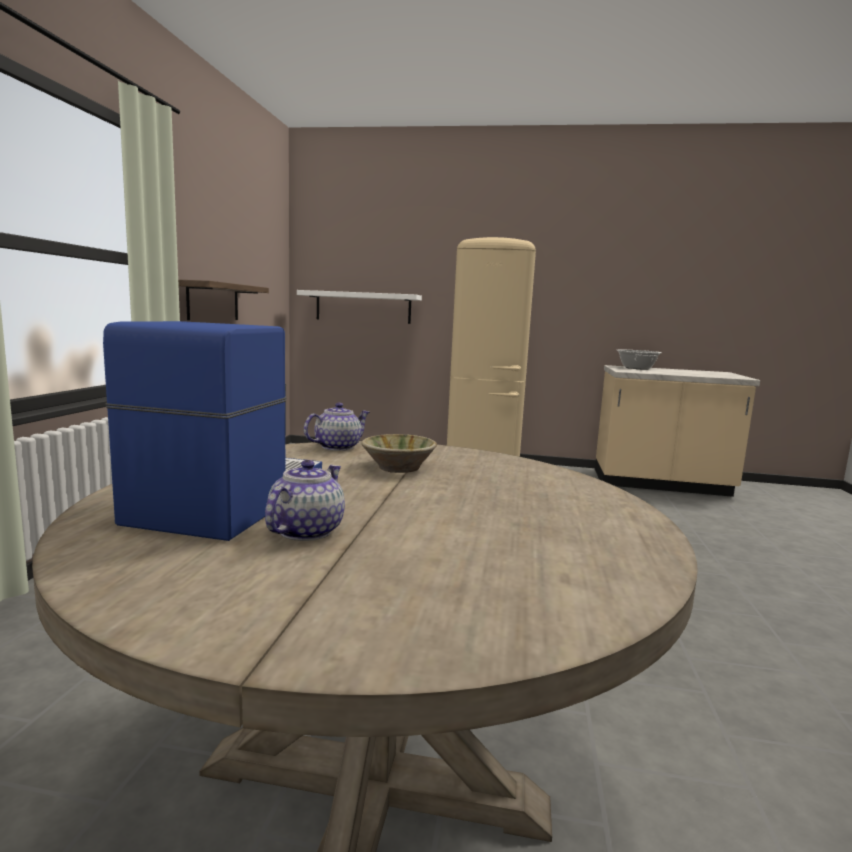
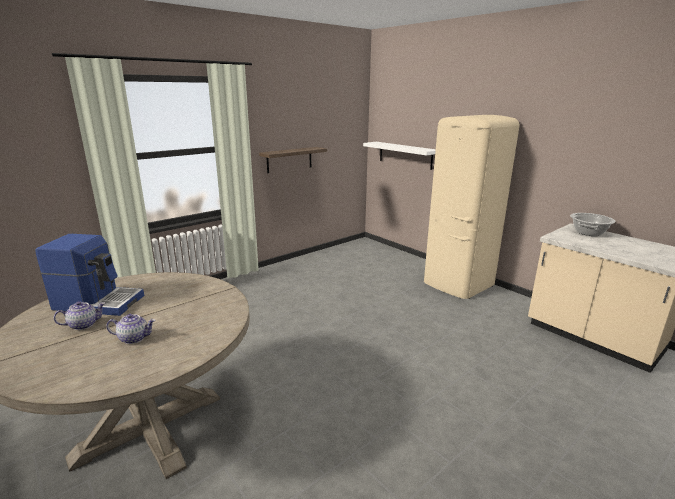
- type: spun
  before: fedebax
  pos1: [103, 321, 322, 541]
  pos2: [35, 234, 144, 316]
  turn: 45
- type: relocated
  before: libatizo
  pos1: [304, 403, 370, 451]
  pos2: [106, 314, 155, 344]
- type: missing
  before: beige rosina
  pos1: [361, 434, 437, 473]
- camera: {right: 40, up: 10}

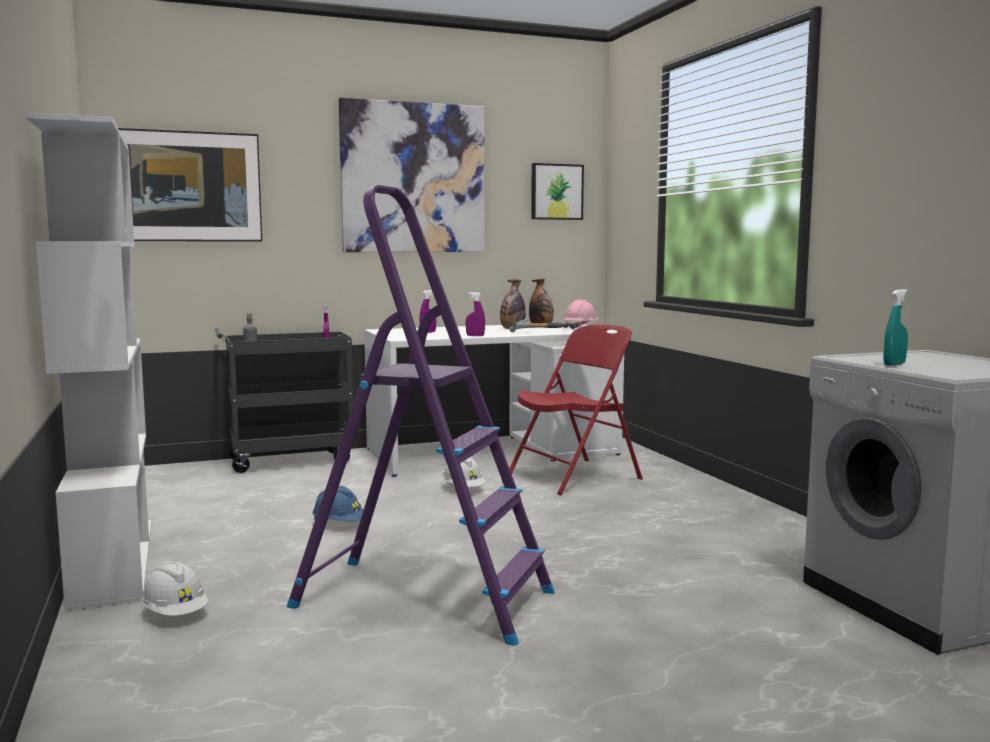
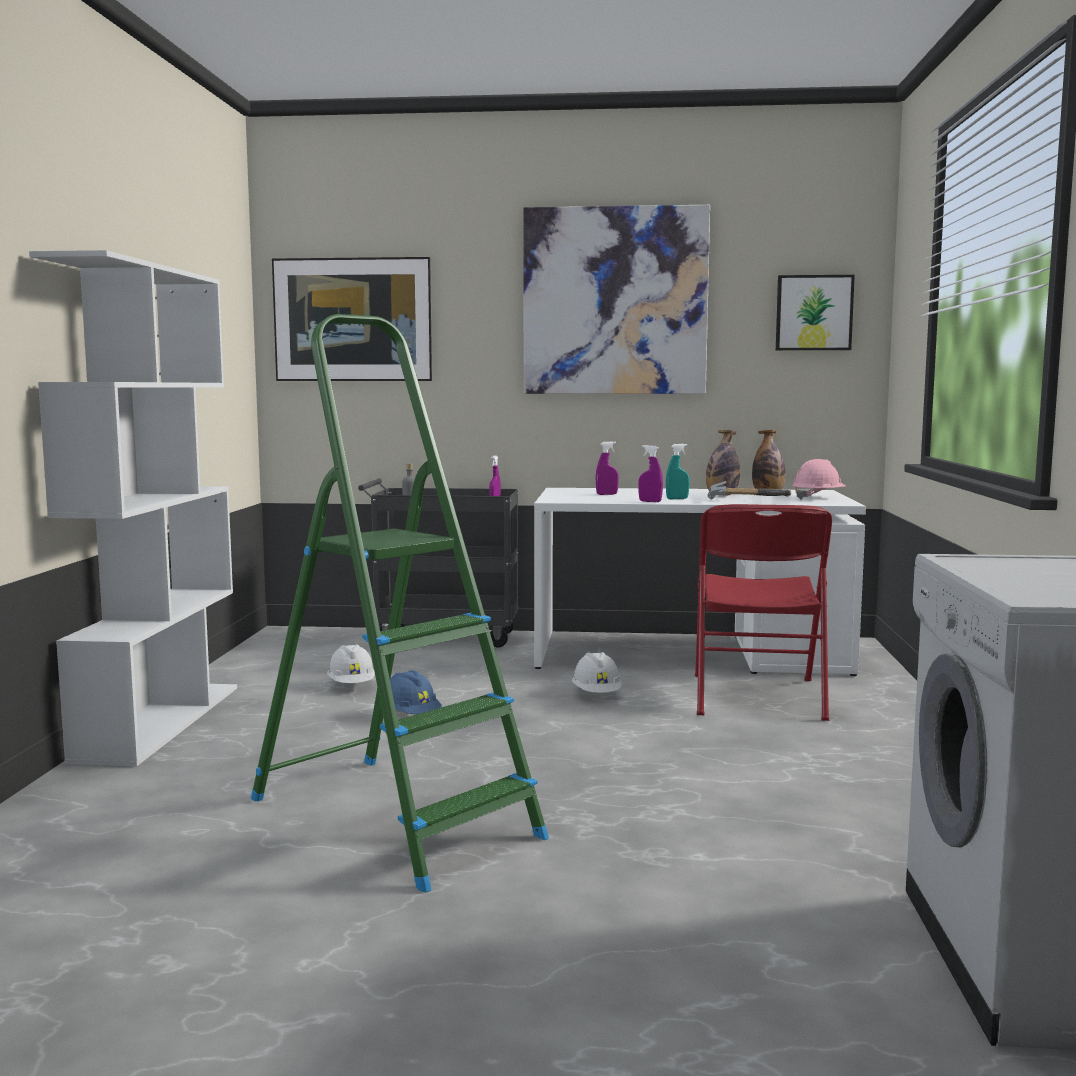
- type: colour
  before: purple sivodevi
  after: green sivodevi
  pos1: [287, 185, 555, 645]
  pos2: [251, 314, 549, 892]
- type: relocated
  before: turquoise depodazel
  pos1: [883, 289, 908, 366]
  pos2: [666, 444, 690, 499]
- type: spun
  before: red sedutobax
  pos1: [509, 325, 643, 495]
  pos2: [695, 504, 832, 721]
  turn: 105
- type: relocated
  before: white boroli
  pos1: [141, 562, 208, 616]
  pos2: [327, 644, 375, 683]
- camera: {right: 25, up: 0}

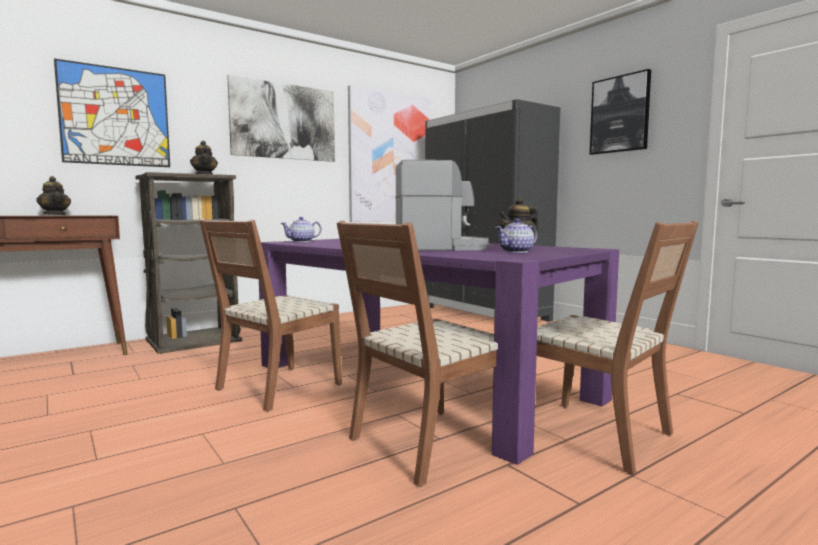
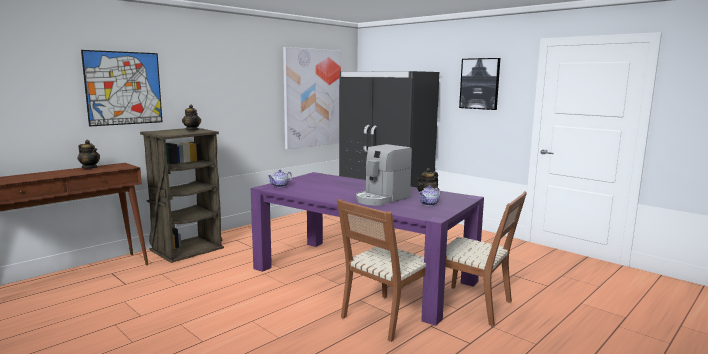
- type: missing
  before: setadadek
  pos1: [227, 75, 335, 162]
- type: spun
  before: fedebax
  pos1: [396, 159, 489, 251]
  pos2: [356, 144, 412, 205]
  turn: 150
- type: missing
  before: sedutobax
  pos1: [200, 219, 342, 411]
- camera: {right: -10, up: 5}

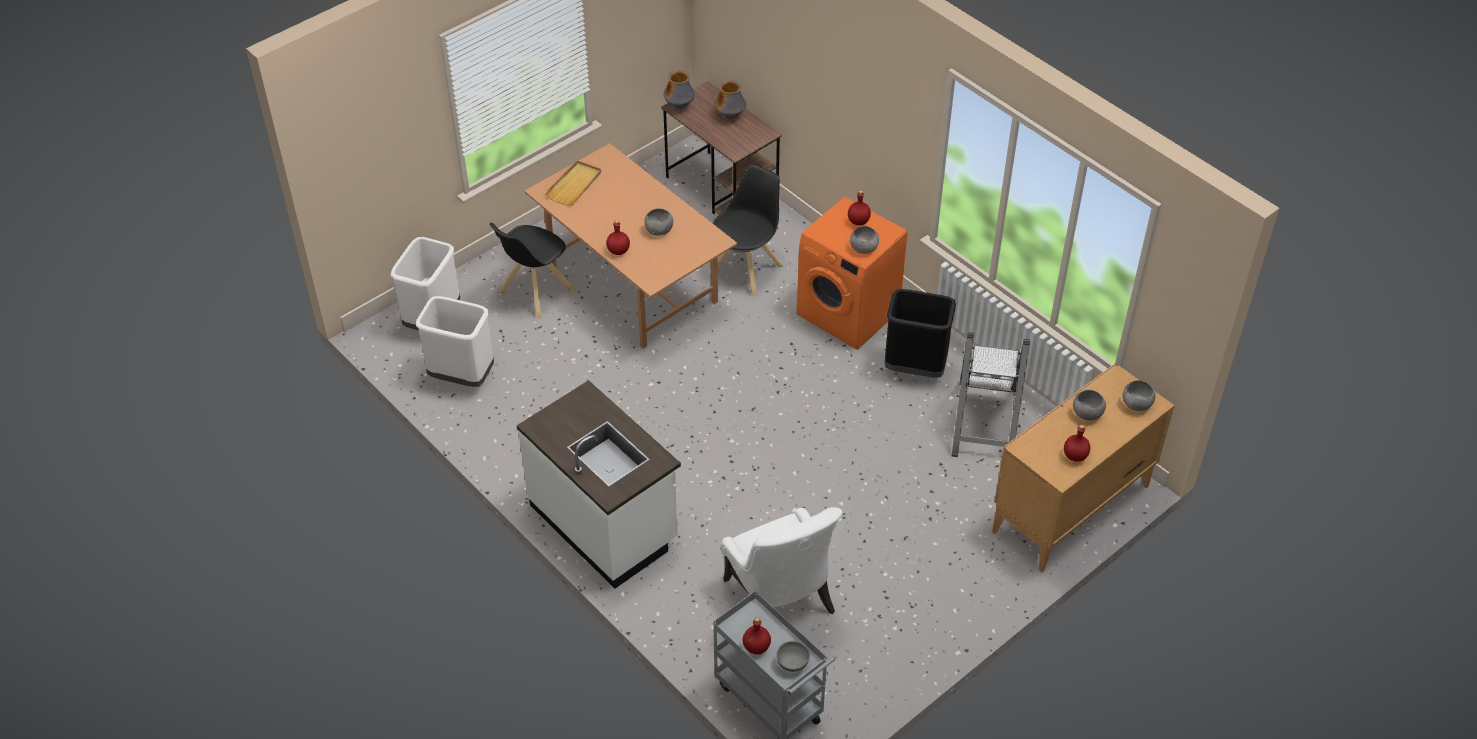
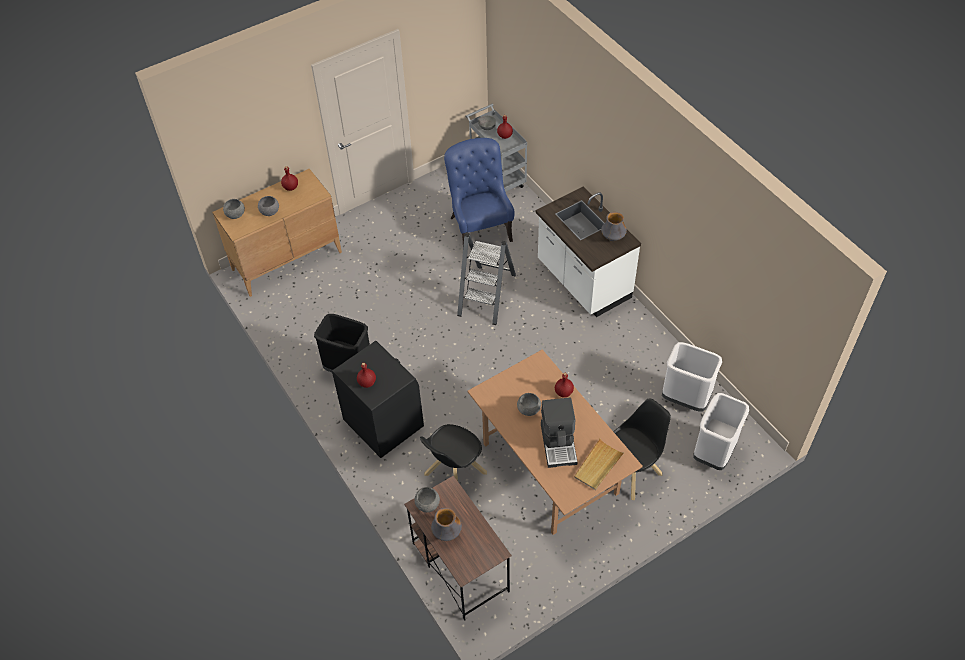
- type: relocated
  before: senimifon
  pos1: [664, 70, 695, 109]
  pos2: [601, 212, 627, 242]
- type: colour
  before: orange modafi
  after: black modafi
  pos1: [797, 197, 908, 350]
  pos2: [332, 341, 424, 458]
- type: relocated
  before: grey rosina
  pos1: [850, 226, 879, 254]
  pos2: [414, 487, 440, 512]
- type: relocated
  before: grey sivodevi
  pos1: [952, 332, 1030, 457]
  pos2: [457, 233, 516, 325]
- type: colour
  before: white sedutobax
  after: blue sedutobax
  pos1: [721, 507, 843, 614]
  pos2: [444, 138, 515, 245]
- type: appeared
  after: fedebax
  pos2: [541, 398, 578, 468]
- camera: {right: -170, up: 5}

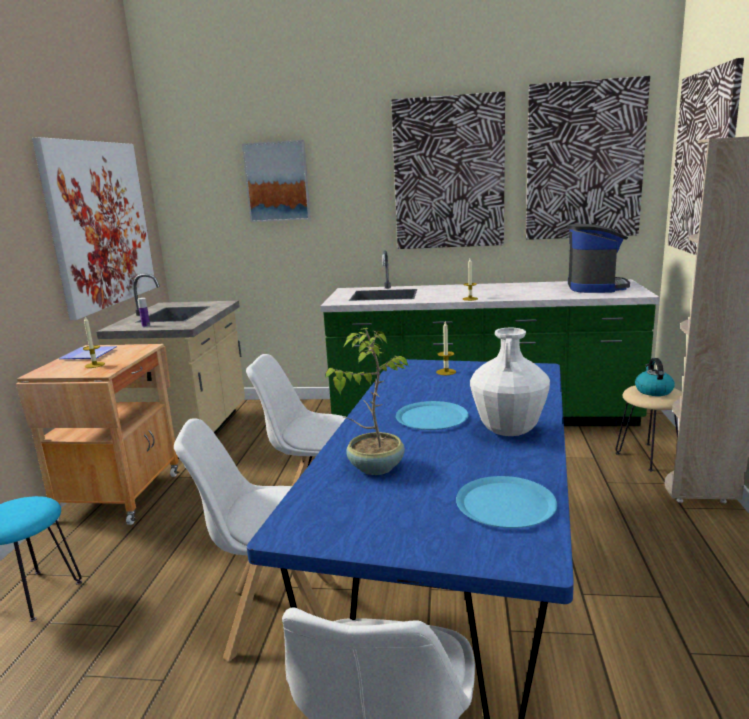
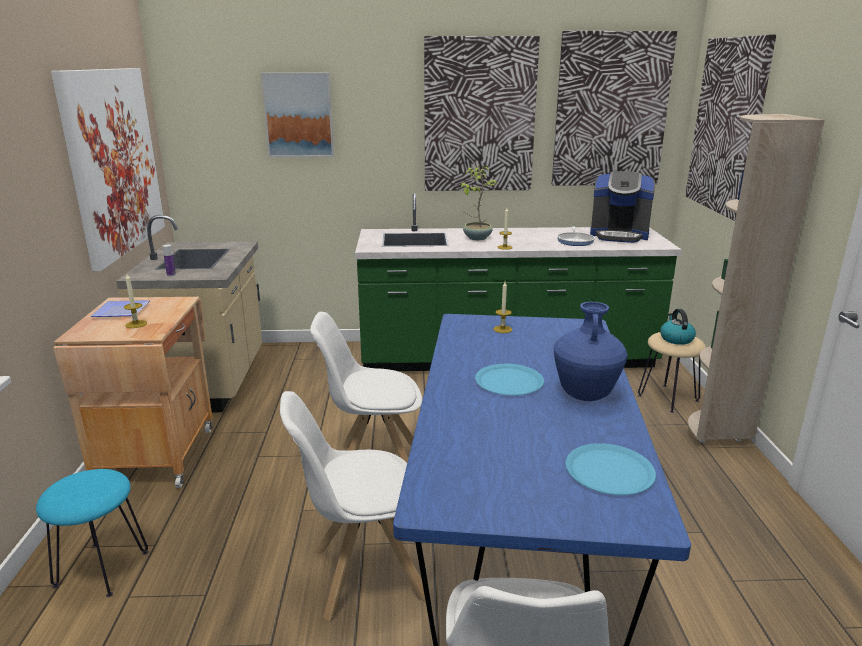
- type: spun
  before: fedebax
  pos1: [567, 224, 630, 293]
  pos2: [590, 171, 655, 243]
  turn: 105
- type: relocated
  before: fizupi
  pos1: [325, 328, 409, 475]
  pos2: [461, 165, 498, 240]
- type: colour
  before: white senimifon
  after: blue senimifon
  pos1: [470, 328, 550, 436]
  pos2: [554, 302, 628, 401]
- type: appeared
  after: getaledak
  pos2: [557, 227, 595, 246]
- camera: {right: -10, up: 5}

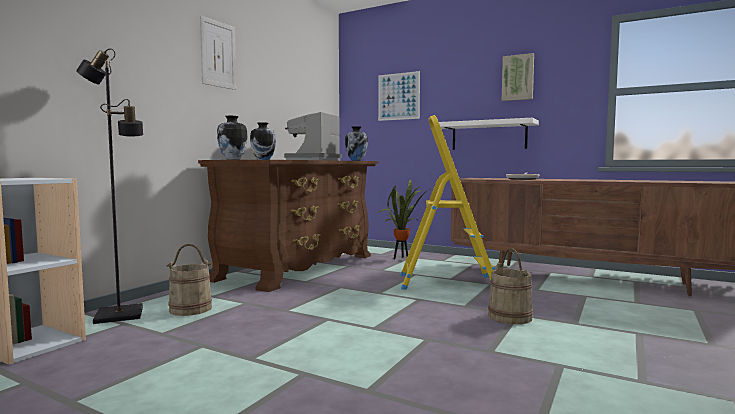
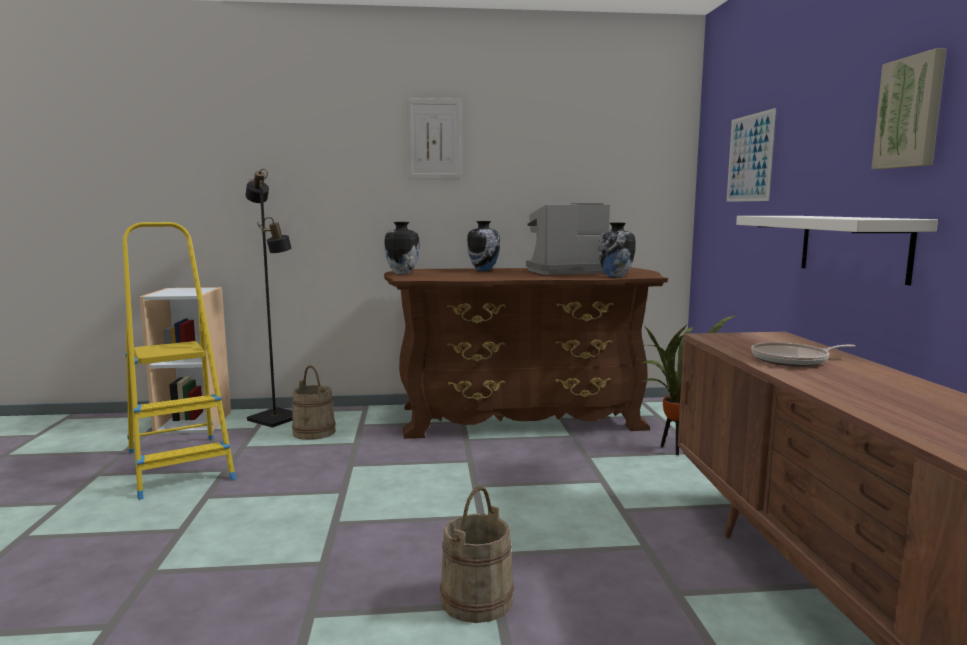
- type: relocated
  before: yellow sivodevi
  pos1: [400, 115, 495, 290]
  pos2: [123, 222, 236, 500]
- camera: {right: 55, up: 5}

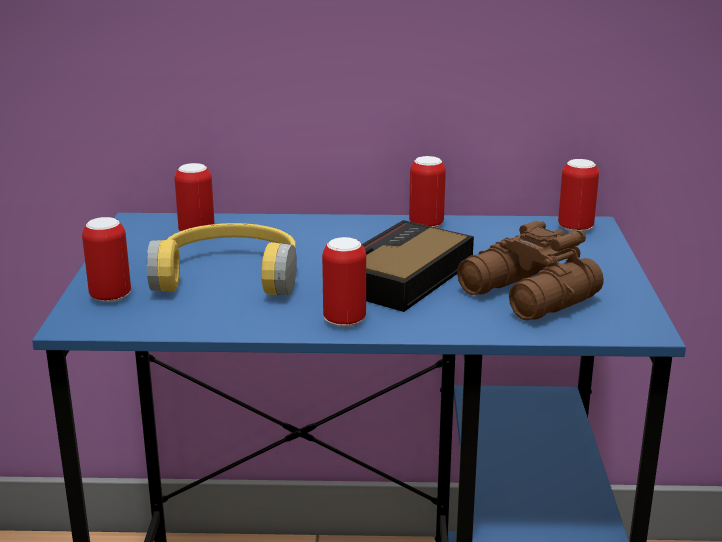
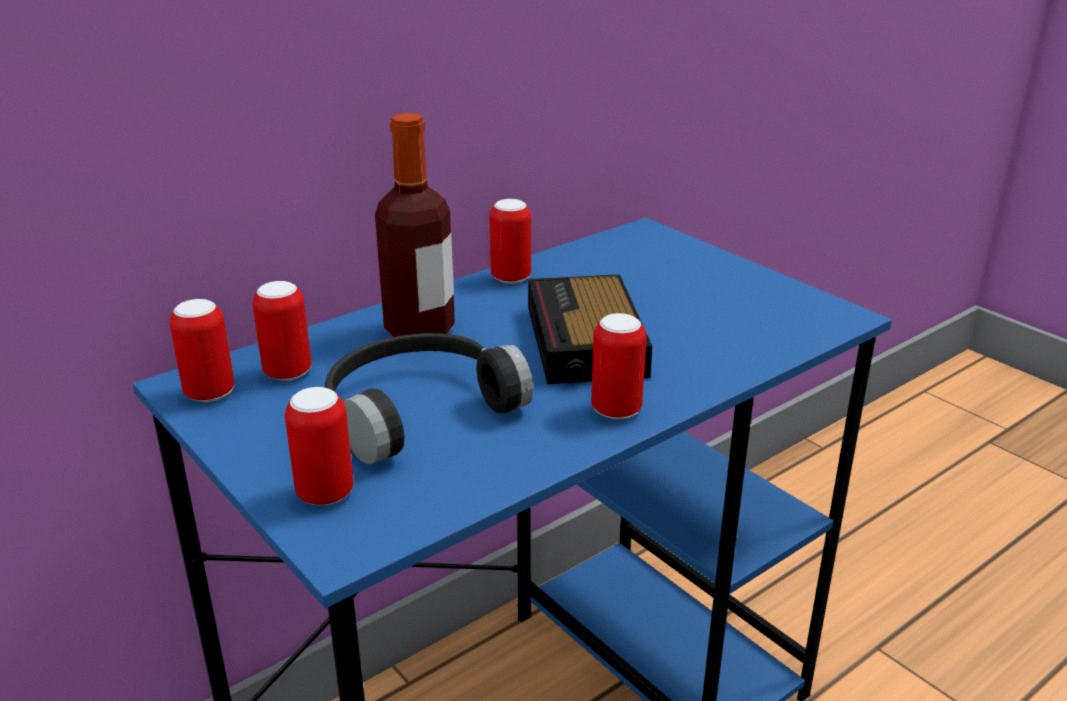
- type: relocated
  before: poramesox
  pos1: [558, 159, 599, 232]
  pos2: [169, 299, 234, 402]
- type: missing
  before: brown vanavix
  pos1: [457, 221, 604, 320]
- type: colour
  before: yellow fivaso
  after: black fivaso
  pos1: [147, 223, 297, 295]
  pos2: [325, 333, 533, 464]
- type: appeared
  after: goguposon
  pos2: [375, 113, 455, 337]
- camera: {right: -40, up: 5}

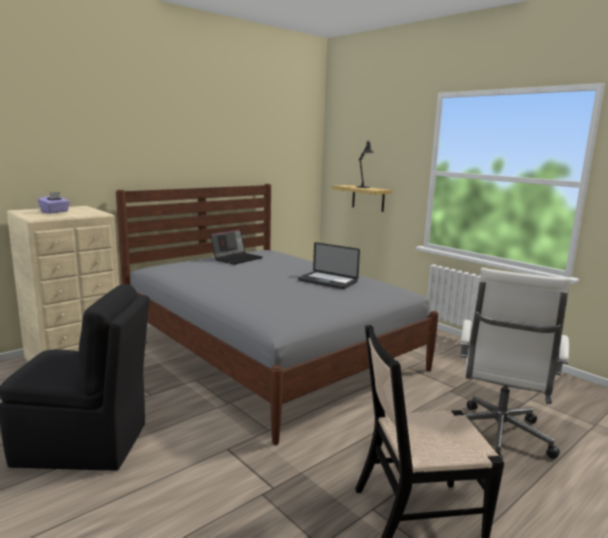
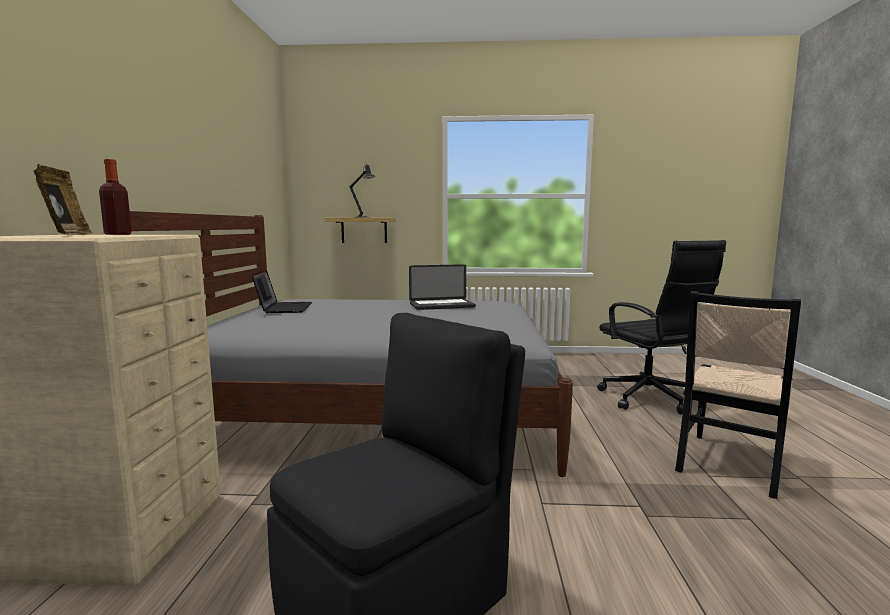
- type: exchanged
  before: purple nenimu
  after: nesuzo
  pos1: [38, 192, 70, 213]
  pos2: [33, 163, 93, 235]
- type: colour
  before: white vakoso
  after: black vakoso
  pos1: [460, 268, 571, 460]
  pos2: [597, 240, 726, 414]
- type: appeared
  after: goguposon
  pos2: [99, 159, 132, 235]
- camera: {right: -45, up: -5}

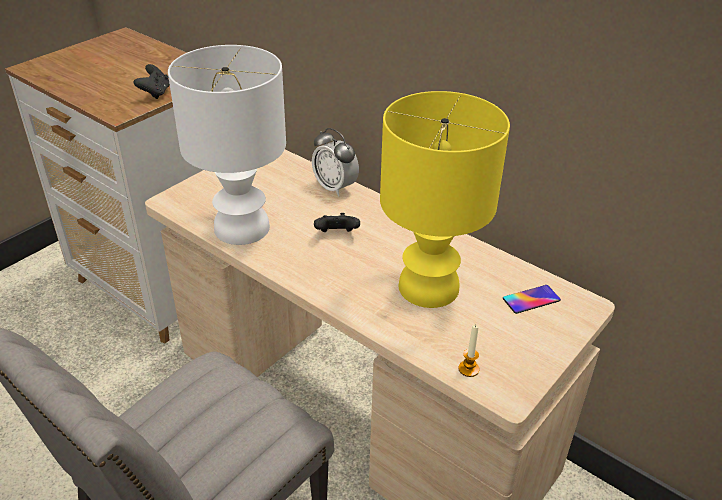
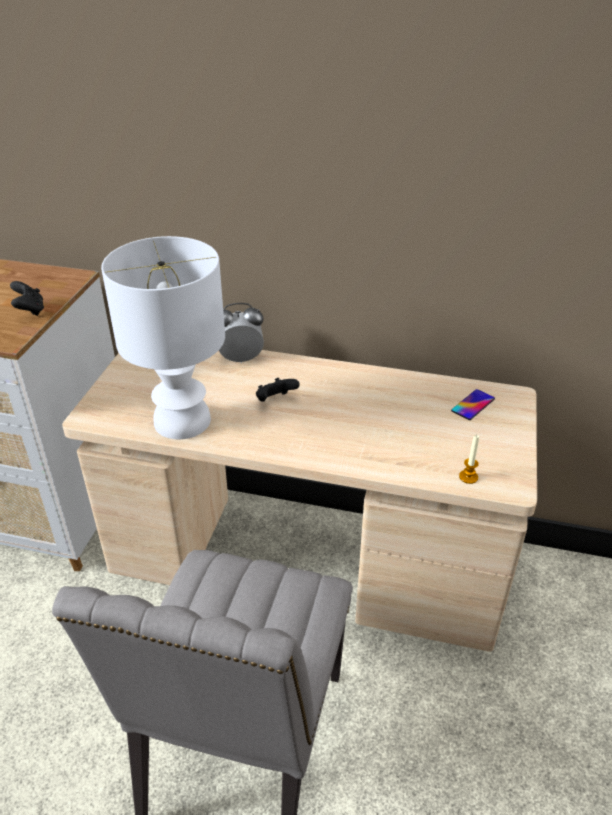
- type: missing
  before: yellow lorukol
  pos1: [380, 91, 510, 308]
- type: spun
  before: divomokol
  pos1: [312, 128, 359, 197]
  pos2: [219, 303, 264, 363]
  turn: 150
- camera: {right: -25, up: 0}

